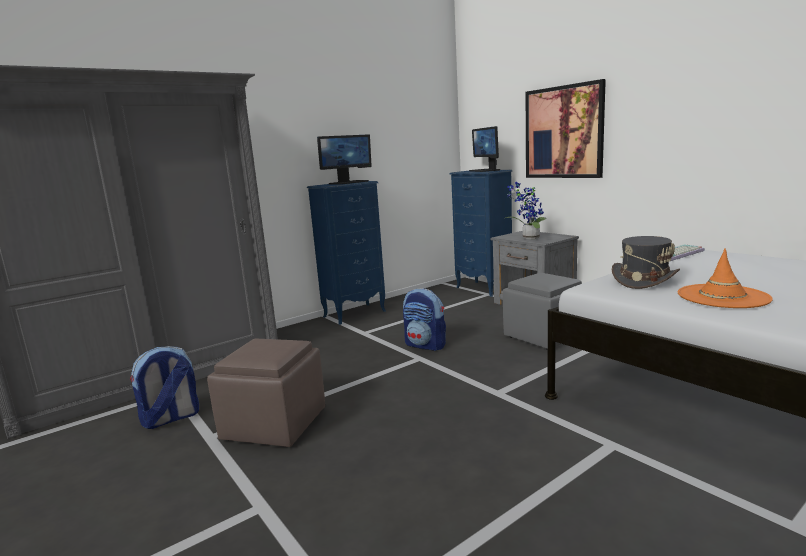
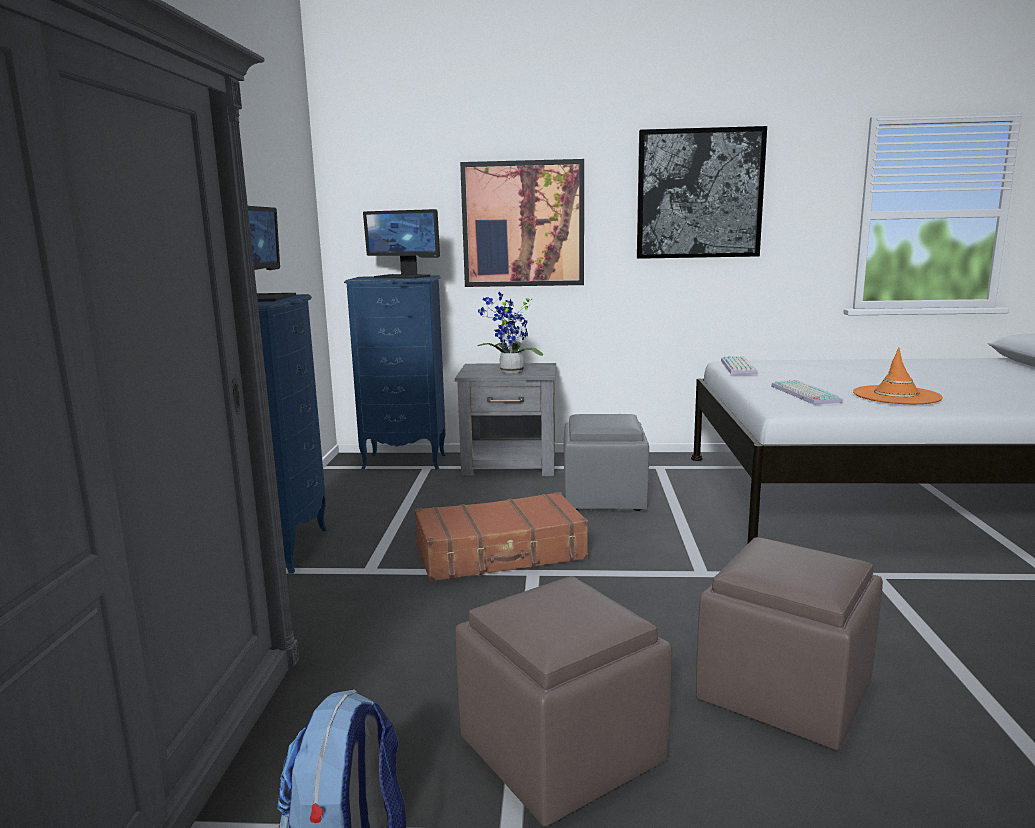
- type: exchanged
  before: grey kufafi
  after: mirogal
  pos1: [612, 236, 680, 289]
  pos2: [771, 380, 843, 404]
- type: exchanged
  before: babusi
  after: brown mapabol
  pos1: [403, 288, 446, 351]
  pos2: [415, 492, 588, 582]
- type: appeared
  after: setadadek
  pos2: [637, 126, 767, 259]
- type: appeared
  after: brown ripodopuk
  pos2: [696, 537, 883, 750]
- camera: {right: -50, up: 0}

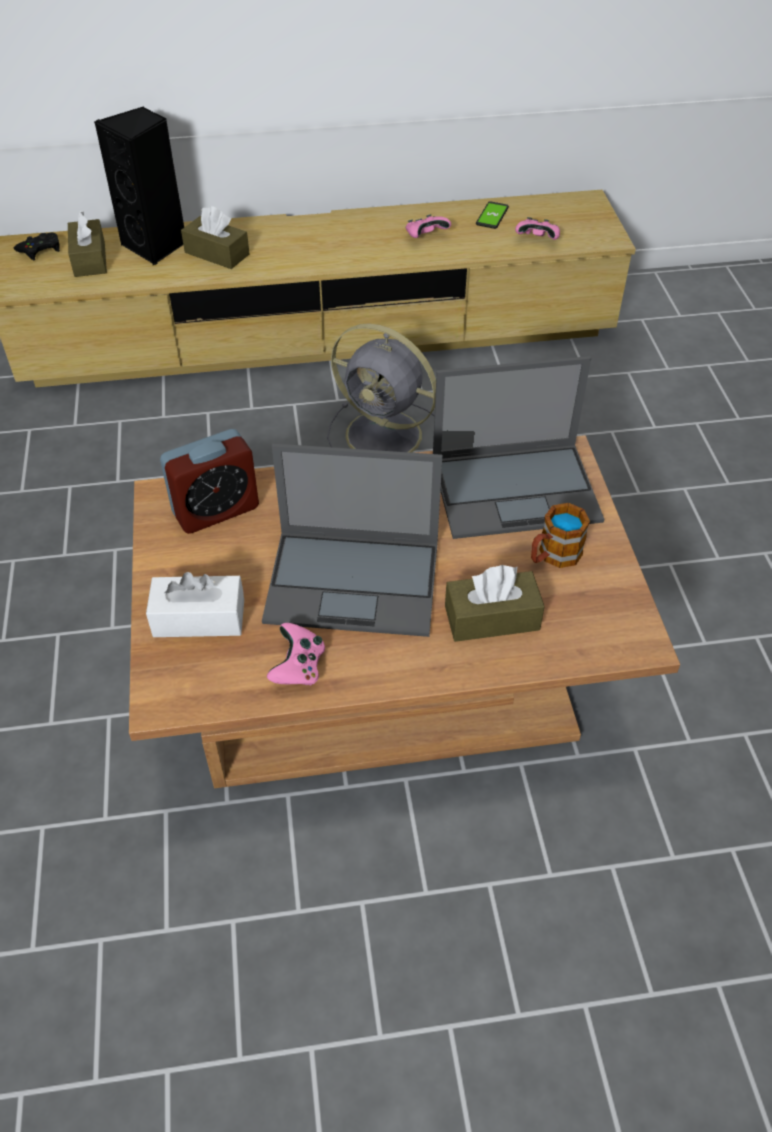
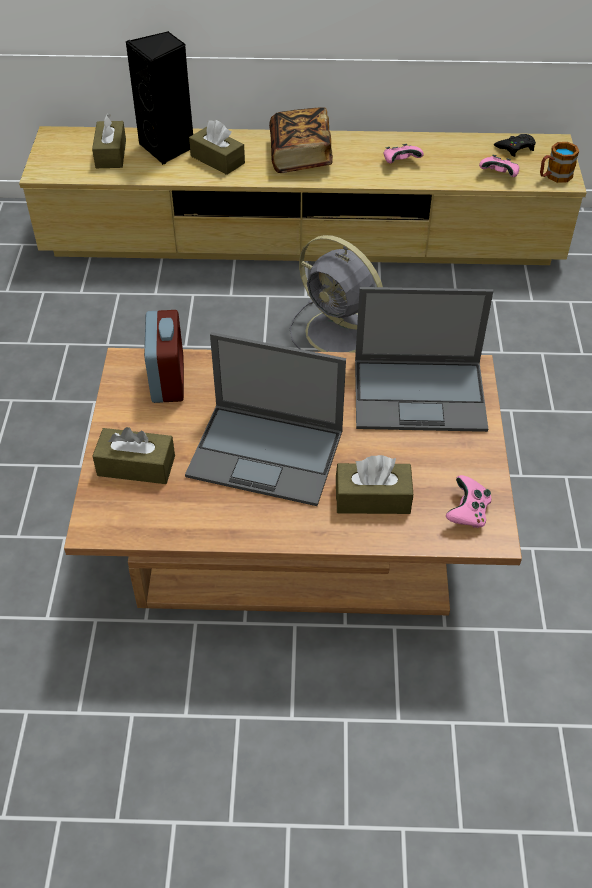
- type: missing
  before: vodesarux
  pos1: [476, 201, 509, 229]
- type: relocated
  before: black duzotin
  pos1: [14, 233, 60, 260]
  pos2: [494, 134, 536, 157]
- type: spun
  before: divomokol
  pos1: [160, 429, 259, 534]
  pos2: [144, 310, 184, 403]
  turn: -75
- type: relocated
  before: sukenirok
  pos1: [531, 503, 590, 568]
  pos2: [540, 142, 579, 183]
- type: colour
  before: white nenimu
  after: brown nenimu
  pos1: [146, 572, 244, 637]
  pos2: [92, 427, 175, 484]
- type: relocated
  before: pink duzotin
  pos1: [267, 623, 325, 686]
  pos2: [446, 475, 491, 528]
- type: appeared
  after: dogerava
  pos2: [269, 107, 333, 173]
- camera: {right: 10, up: 0}

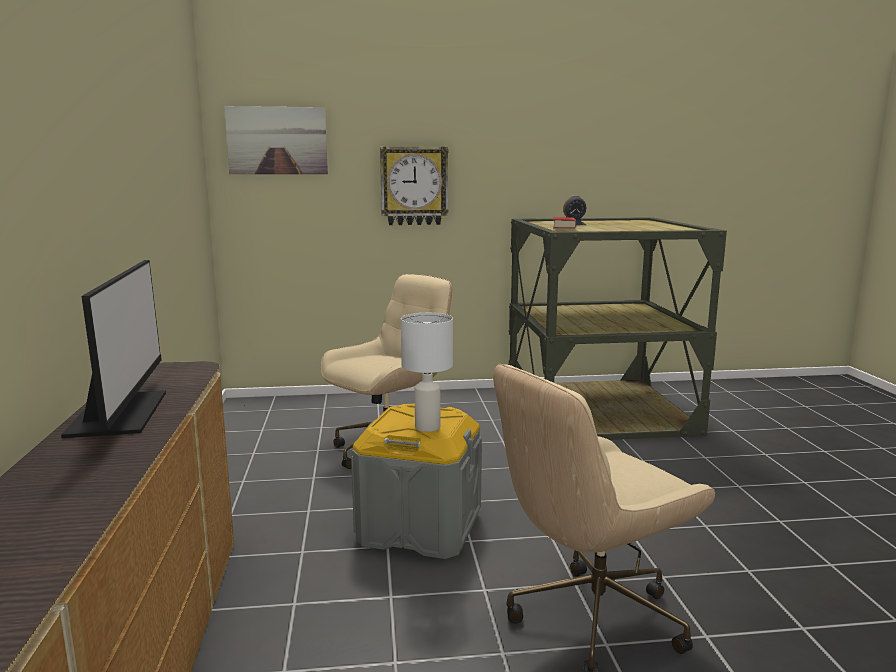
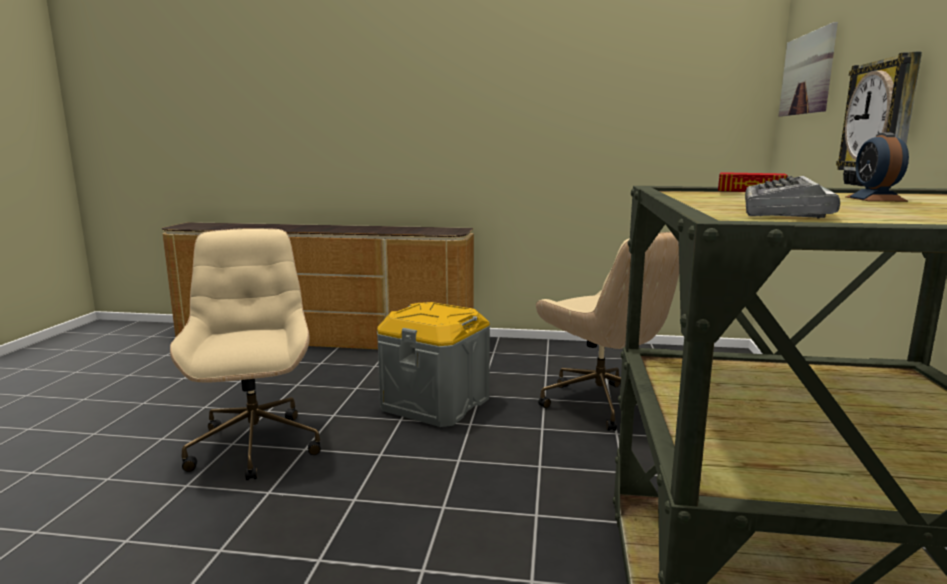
- type: missing
  before: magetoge
  pos1: [61, 260, 166, 438]
- type: missing
  before: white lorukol
  pos1: [401, 313, 453, 432]
- type: appeared
  after: mirogal
  pos2: [745, 176, 840, 218]
- camera: {right: 105, up: 0}

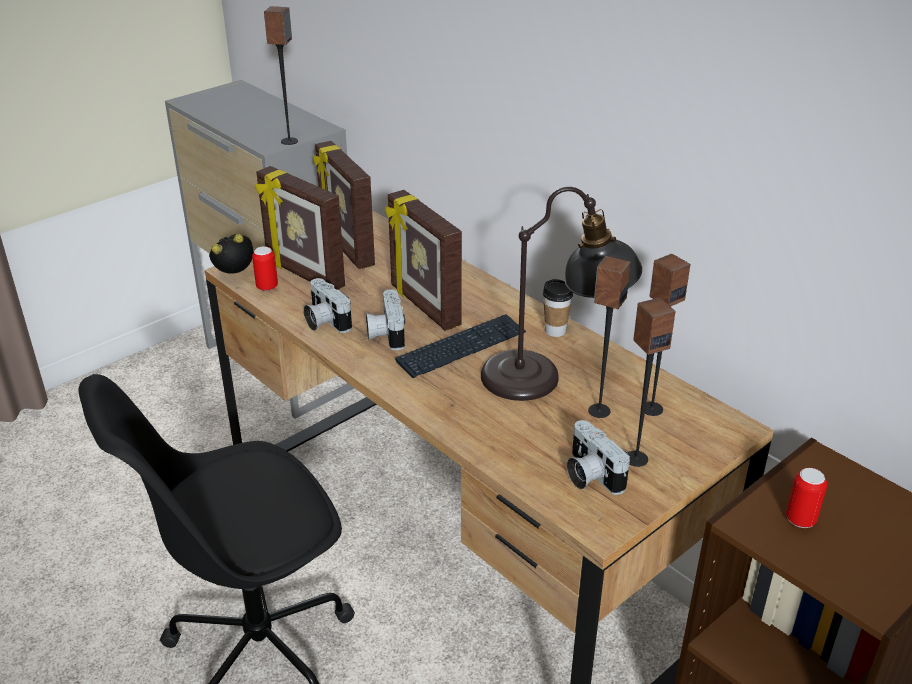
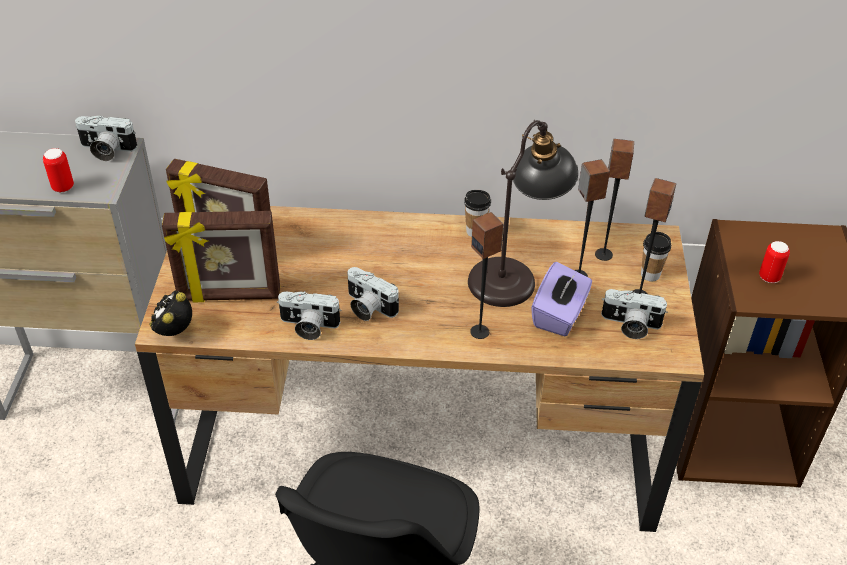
- type: relocated
  before: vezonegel
  pos1: [264, 6, 298, 145]
  pos2: [470, 212, 504, 339]
- type: missing
  before: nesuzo
  pos1: [385, 190, 462, 331]
- type: relocated
  before: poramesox
  pos1: [252, 246, 278, 291]
  pos2: [43, 148, 74, 192]
- type: missing
  before: mirogal
  pos1: [395, 314, 526, 378]
- type: appeared
  after: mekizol
  pos2: [75, 116, 137, 161]
- type: appeared
  after: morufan
  pos2: [641, 232, 671, 281]
- type: appeared
  after: purple nenimu
  pos2: [531, 262, 592, 336]
- camera: {right: -45, up: 10}

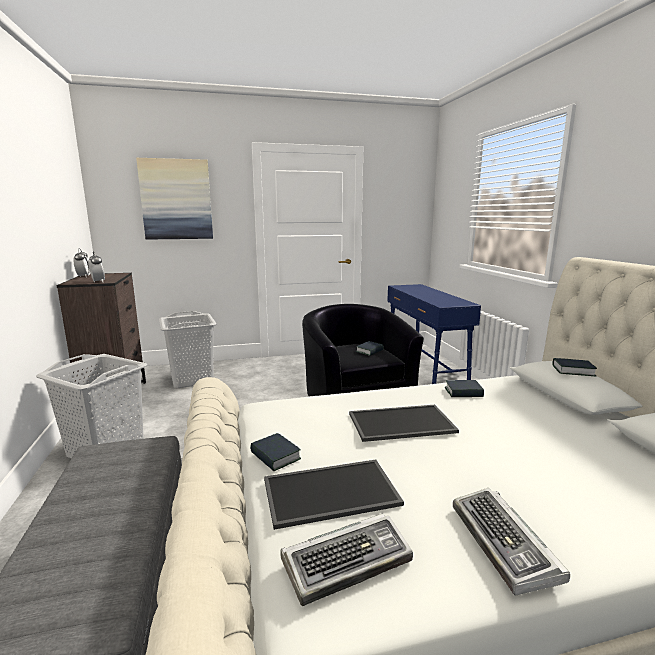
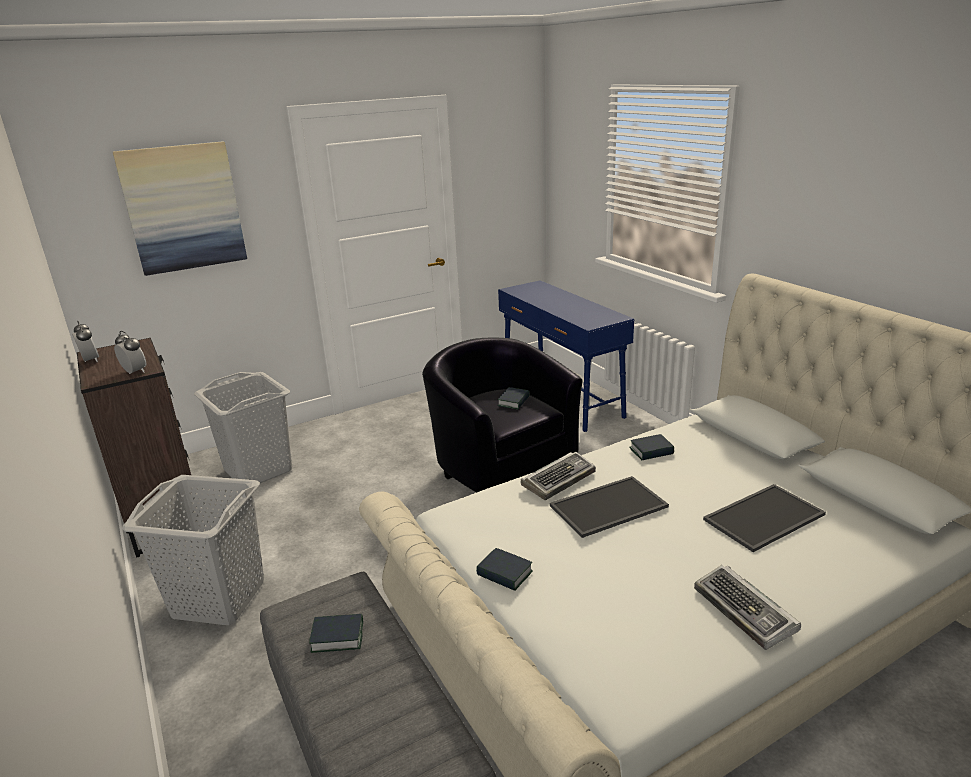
- type: relocated
  before: dogerava
  pos1: [552, 358, 597, 377]
  pos2: [309, 614, 363, 653]
- type: relocated
  before: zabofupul
  pos1: [264, 459, 404, 530]
  pos2: [703, 484, 826, 552]
- type: relocated
  before: mirogal
  pos1: [280, 514, 413, 606]
  pos2: [521, 452, 596, 500]
- camera: {right: -15, up: 10}

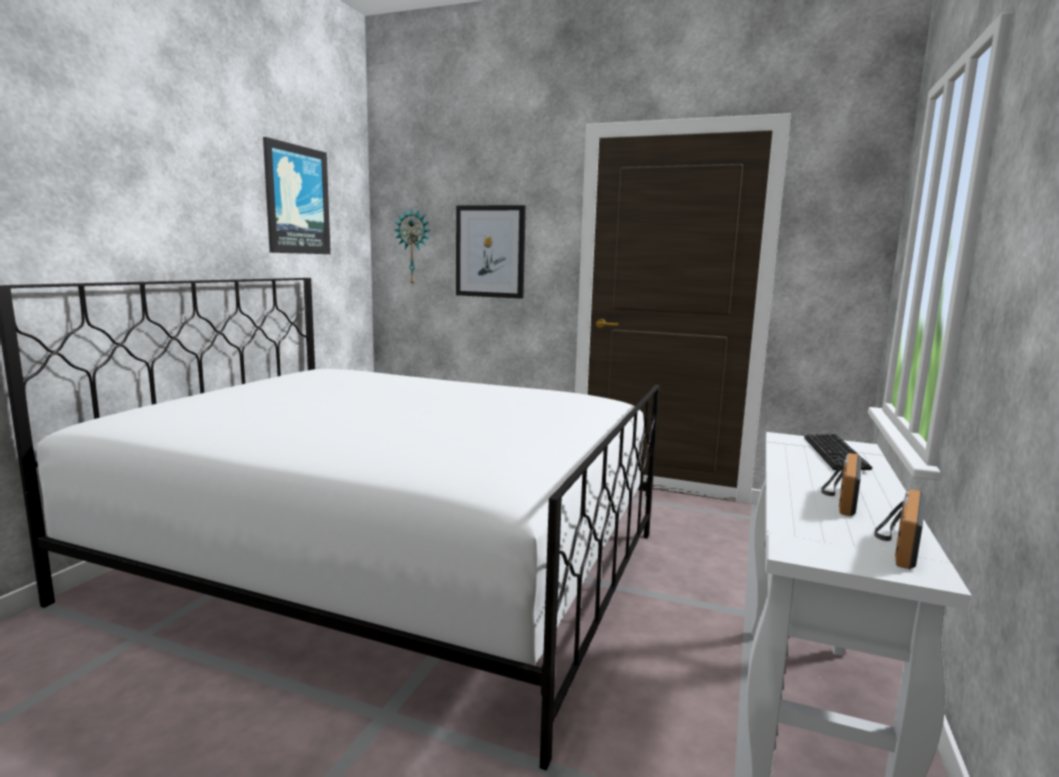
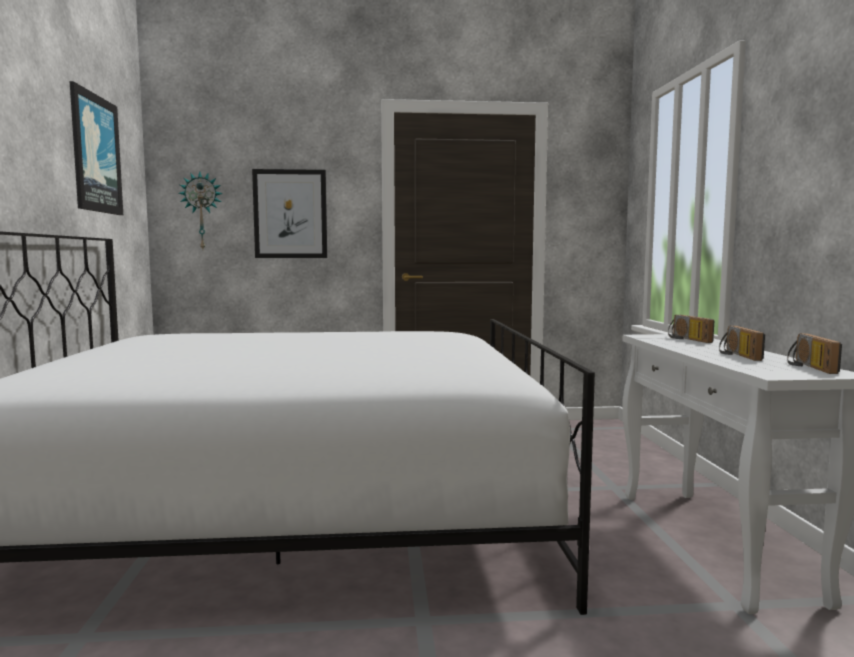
- type: exchanged
  before: mirogal
  after: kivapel
  pos1: [804, 434, 873, 470]
  pos2: [668, 315, 714, 343]
- camera: {right: -25, up: -5}

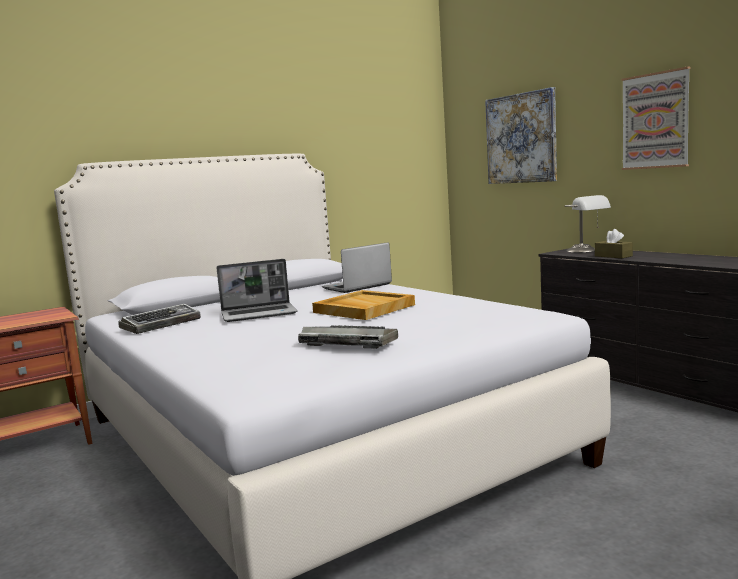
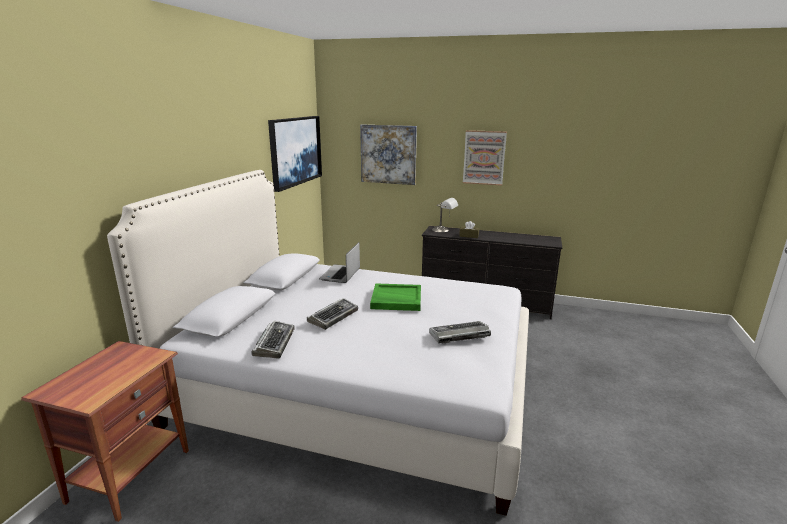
- type: exchanged
  before: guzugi
  after: mirogal
  pos1: [216, 259, 297, 322]
  pos2: [307, 298, 358, 330]
- type: colour
  before: beige zabofupul
  after: green zabofupul
  pos1: [312, 290, 415, 320]
  pos2: [370, 283, 421, 311]
- type: appeared
  after: setadadek
  pos2: [268, 116, 322, 192]
- camera: {right: -40, up: 10}

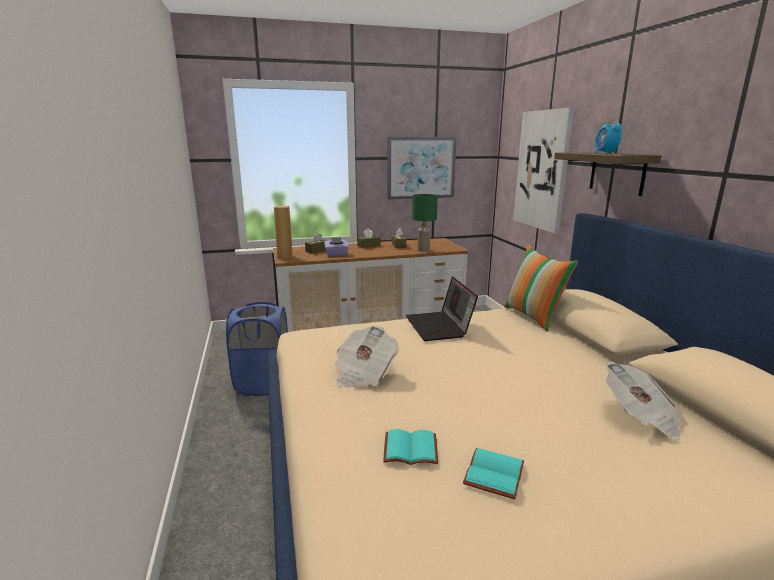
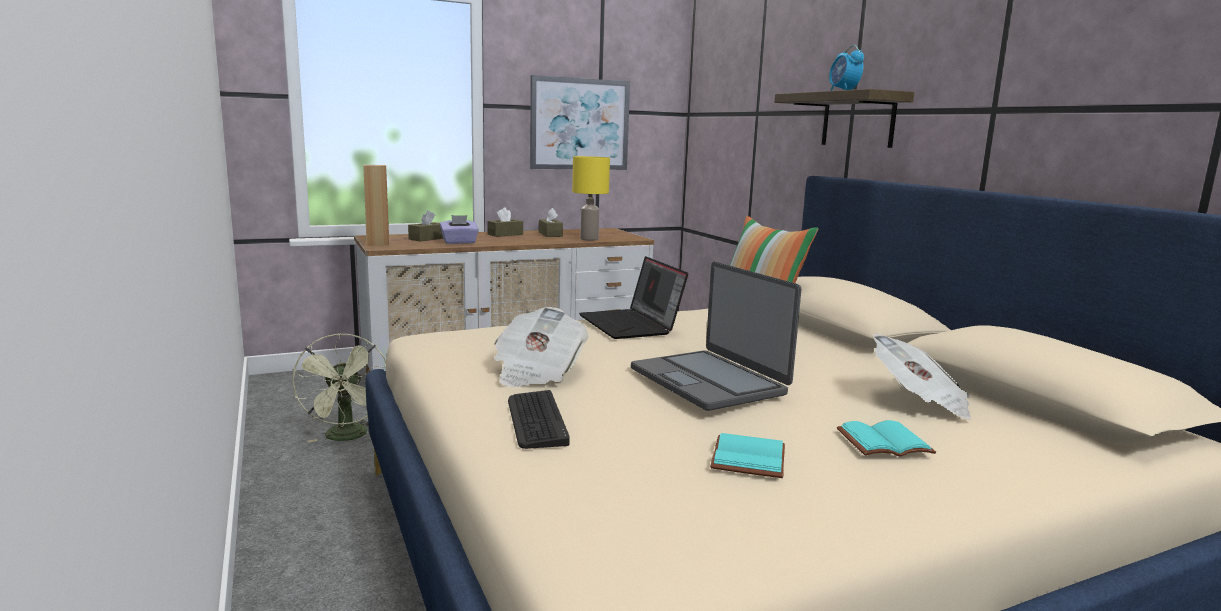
- type: missing
  before: setadadek
  pos1: [513, 107, 574, 233]
- type: colour
  before: green lorukol
  after: yellow lorukol
  pos1: [412, 194, 438, 252]
  pos2: [572, 156, 610, 241]
- type: exchanged
  before: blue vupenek
  after: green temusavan
  pos1: [226, 302, 288, 396]
  pos2: [292, 333, 386, 443]
- type: relocated
  before: turquoise dogerava
  pos1: [383, 429, 438, 465]
  pos2: [837, 420, 936, 456]
- type: appeared
  after: guzugi
  pos2: [631, 262, 801, 411]
- type: appeared
  after: mirogal
  pos2: [508, 390, 570, 449]
- camera: {right: -10, up: -5}

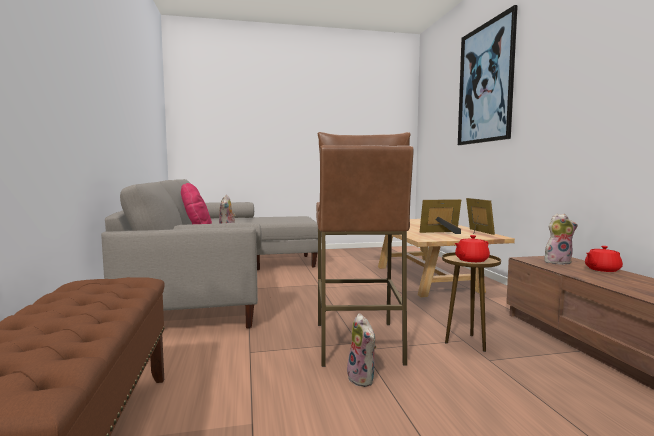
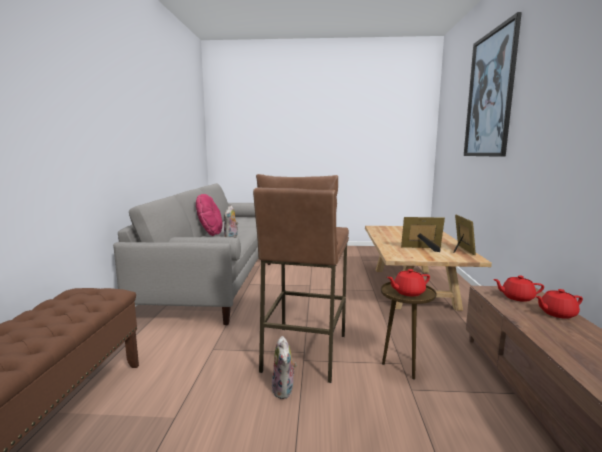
- type: exchanged
  before: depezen
  after: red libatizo
  pos1: [544, 214, 578, 265]
  pos2: [493, 275, 544, 302]
- camera: {right: 15, up: 5}

